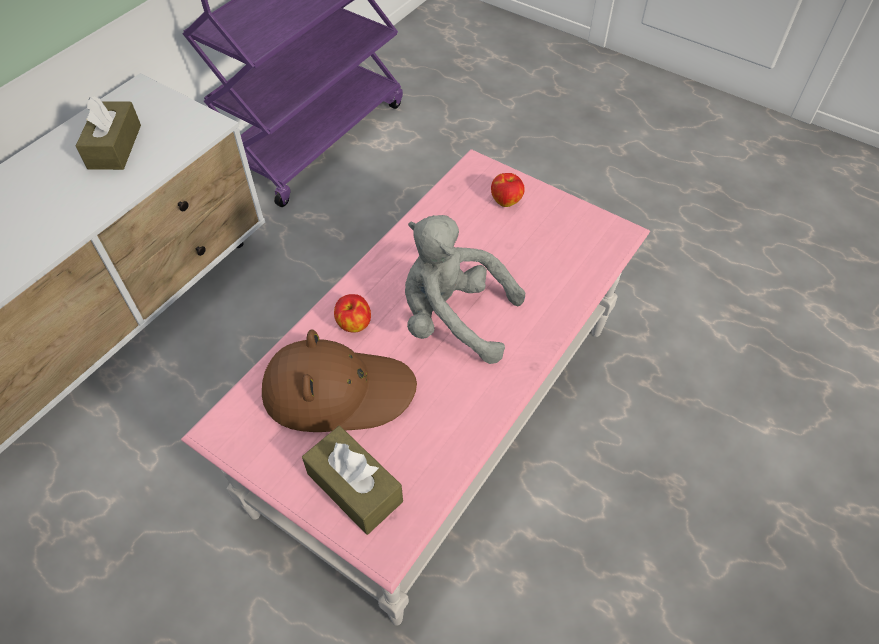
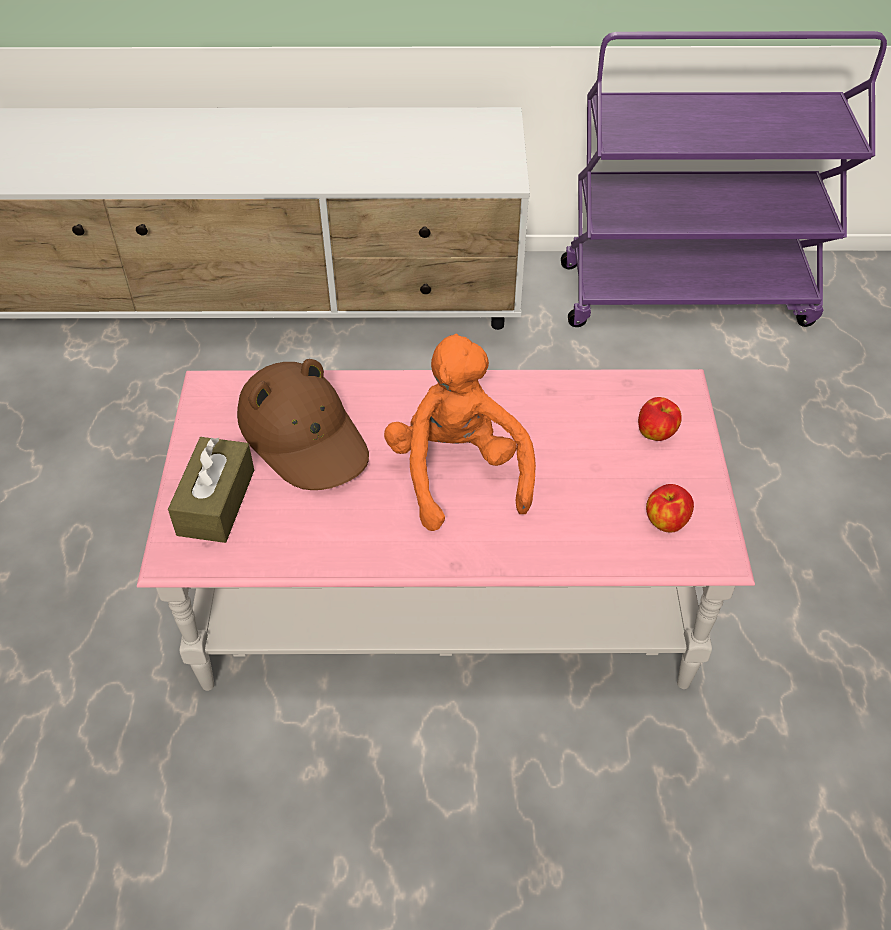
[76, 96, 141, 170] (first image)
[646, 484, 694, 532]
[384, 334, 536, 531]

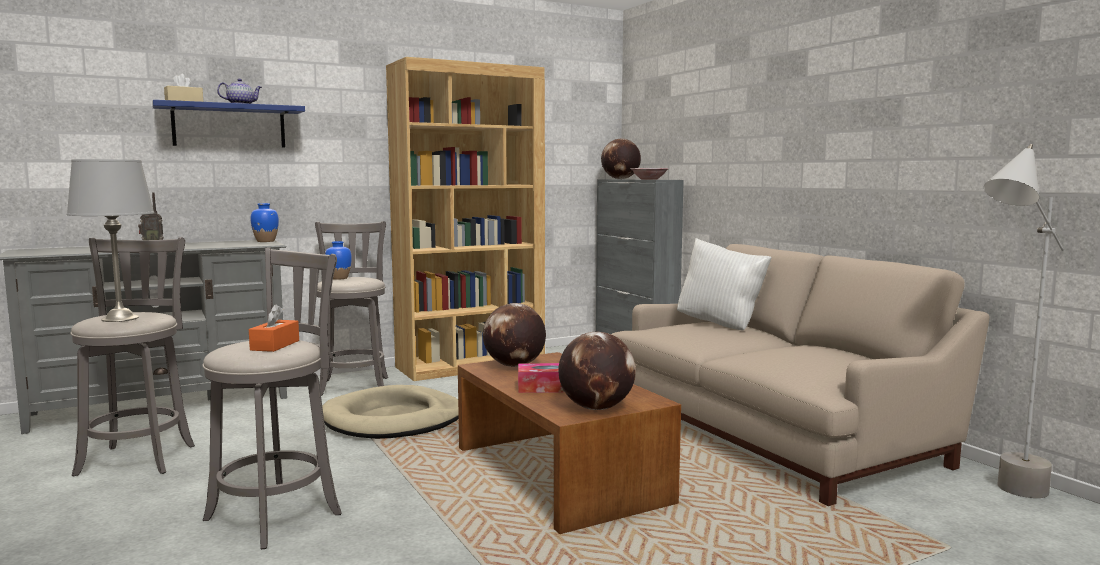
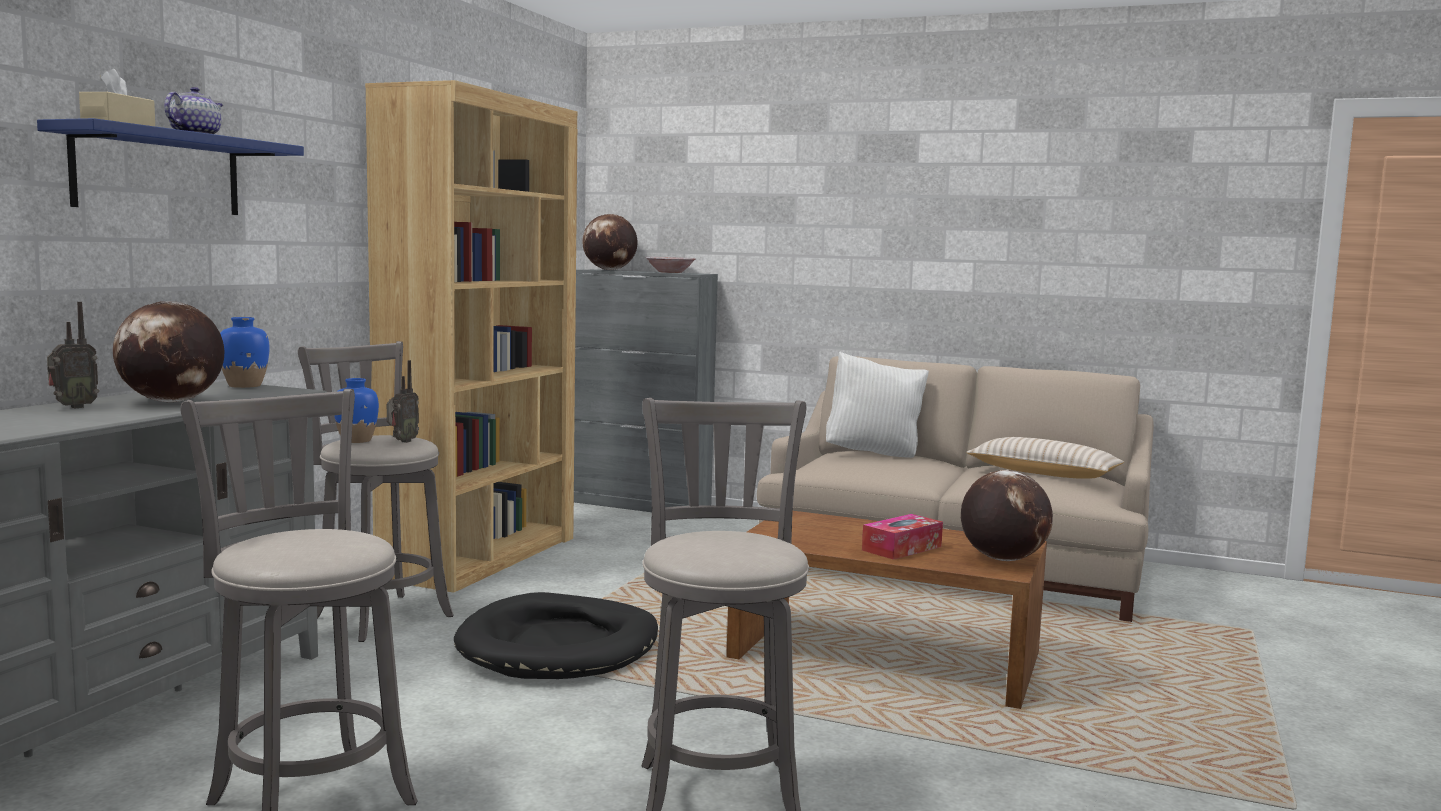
[67, 159, 154, 322] (first image)
[249, 304, 299, 352] (first image)
[454, 592, 658, 679]
[113, 301, 225, 402]
[984, 144, 1064, 498] (first image)
[387, 360, 419, 443]
[966, 437, 1124, 479]

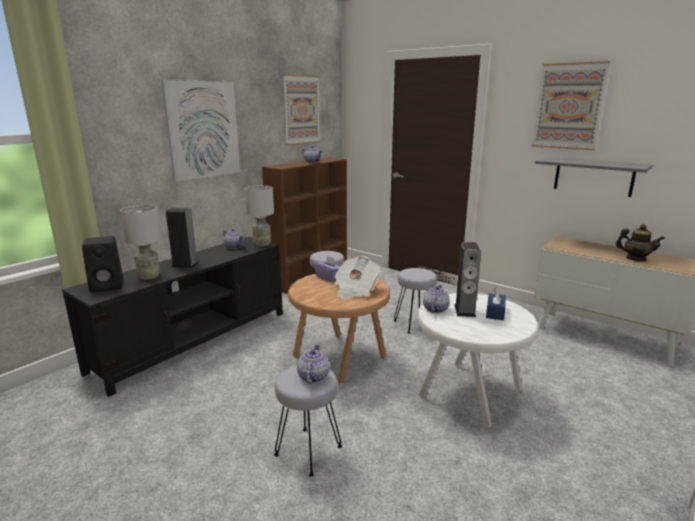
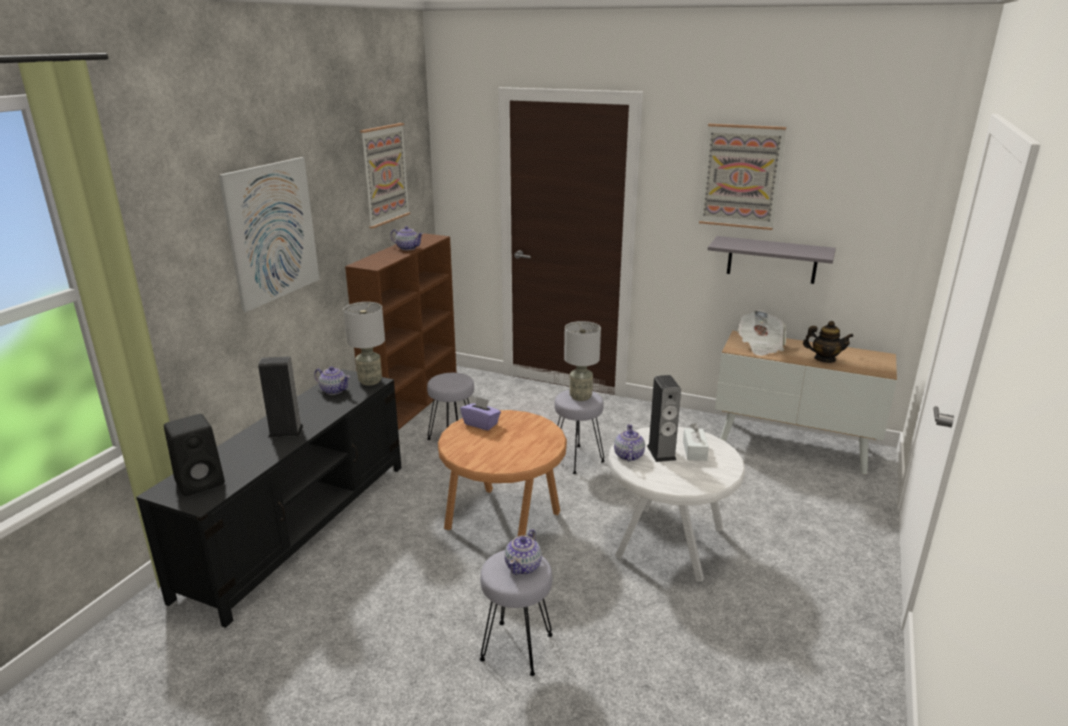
[564, 321, 601, 401]
[505, 529, 542, 575]
[737, 310, 787, 356]
[683, 423, 709, 461]

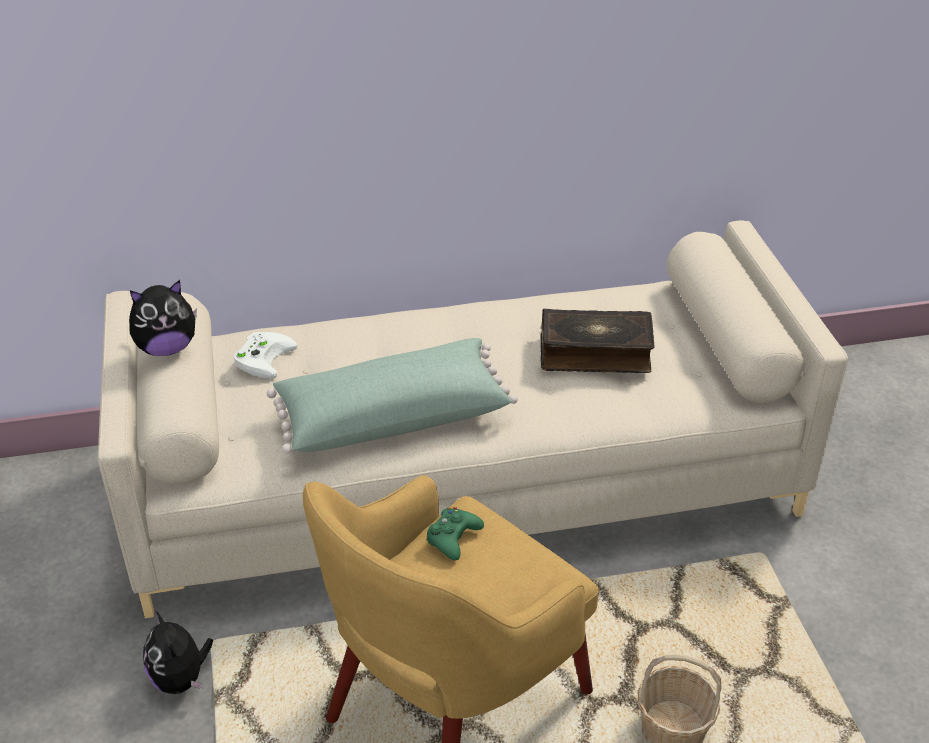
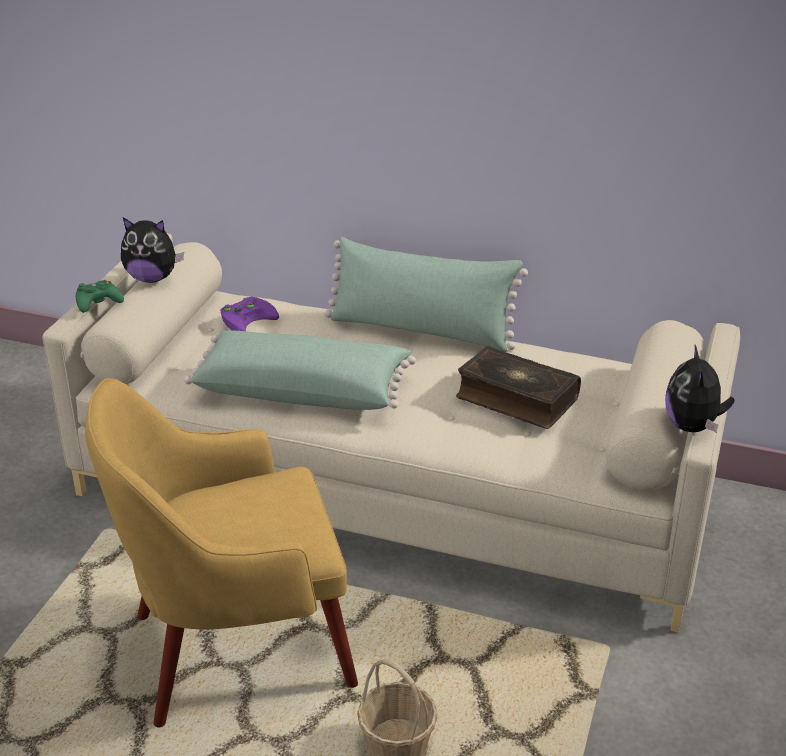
[665, 345, 735, 433]
[220, 296, 279, 331]
[76, 280, 124, 313]
[325, 237, 528, 352]

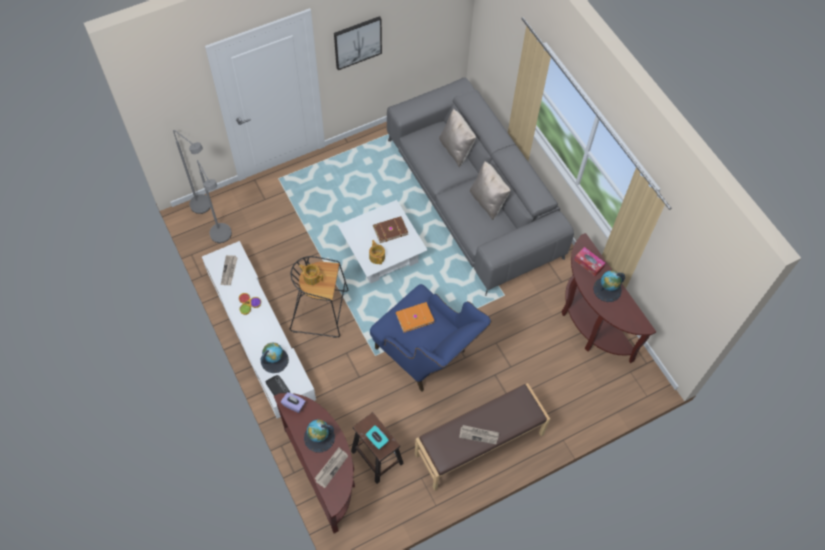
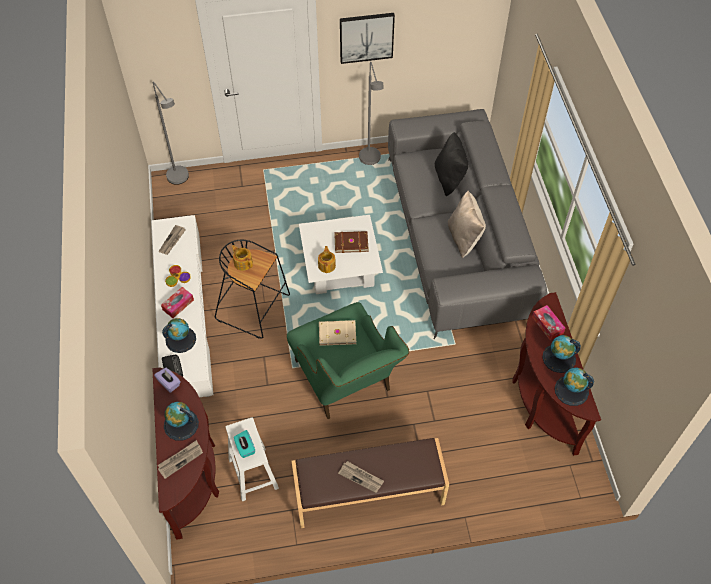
[359, 62, 384, 165]
[225, 417, 279, 501]
[287, 302, 409, 419]
[319, 320, 356, 346]
[435, 132, 469, 197]
[161, 287, 194, 318]
[555, 367, 594, 406]

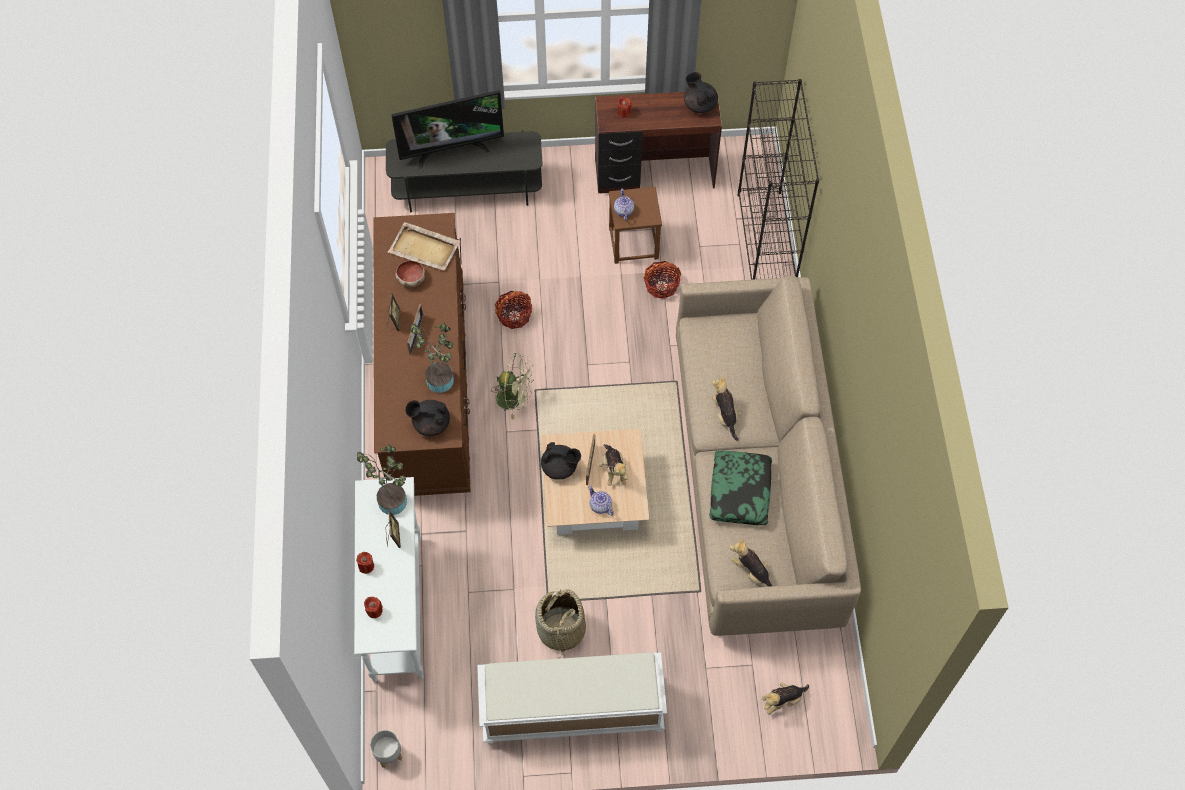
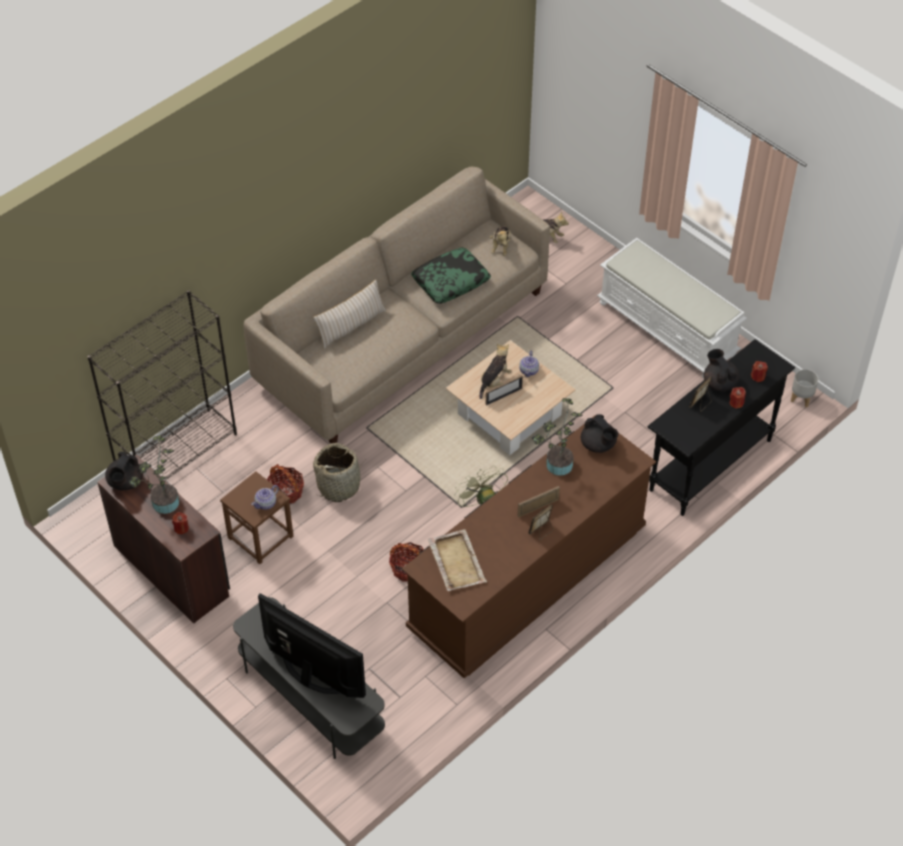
[647, 339, 795, 516]
[129, 436, 179, 514]
[395, 261, 425, 287] (first image)
[313, 443, 365, 502]
[704, 349, 739, 391]
[712, 375, 741, 441] (first image)
[313, 280, 386, 349]

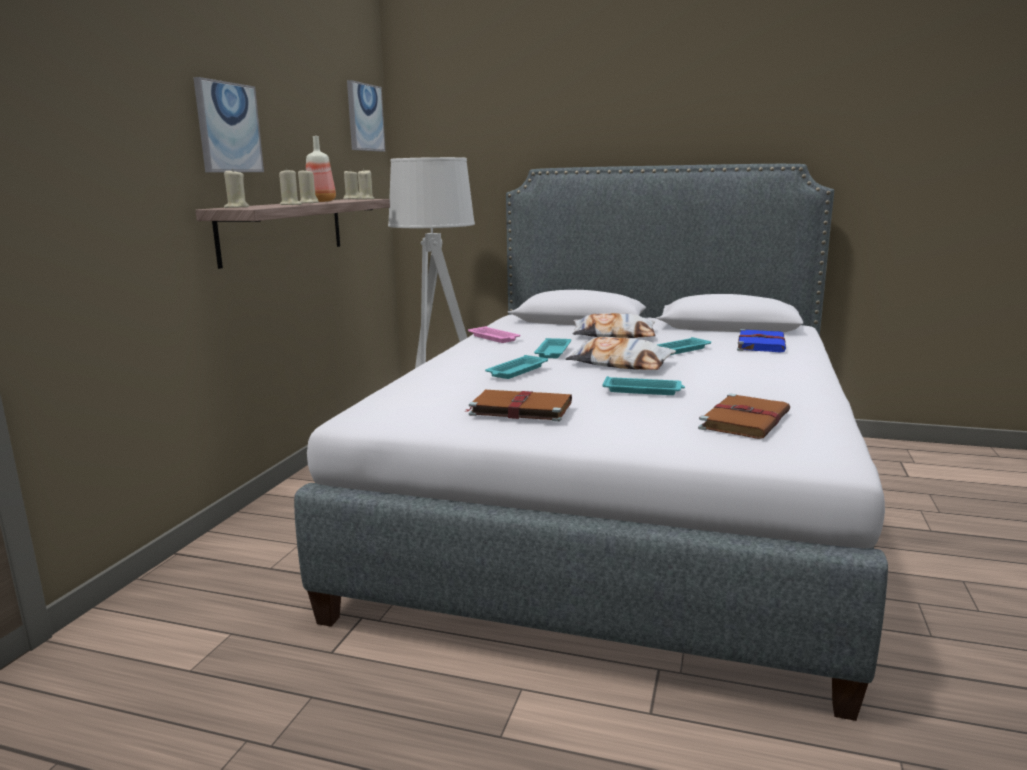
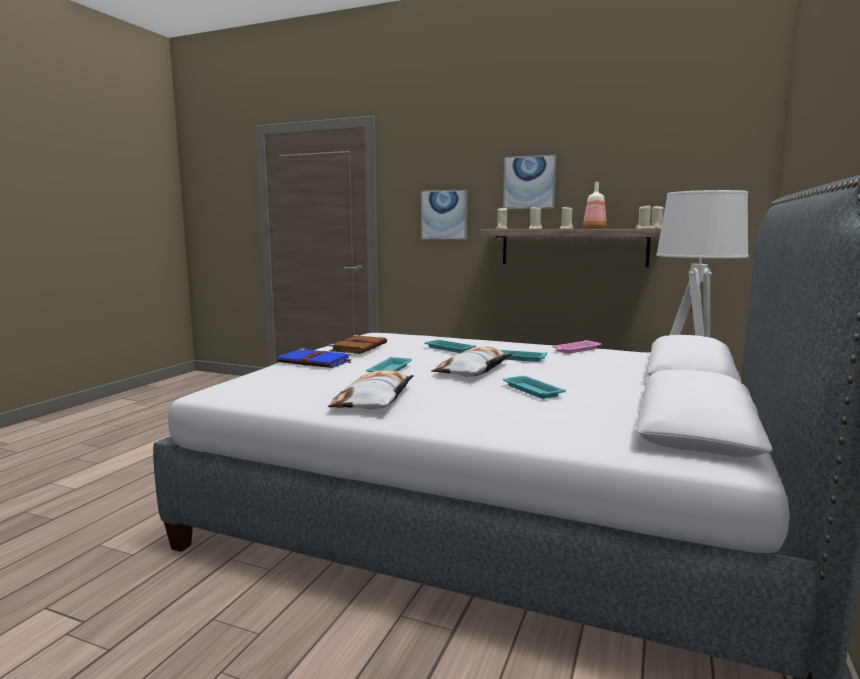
[421, 190, 467, 240]
[328, 370, 414, 409]
[698, 393, 790, 439] (first image)
[278, 348, 353, 368]

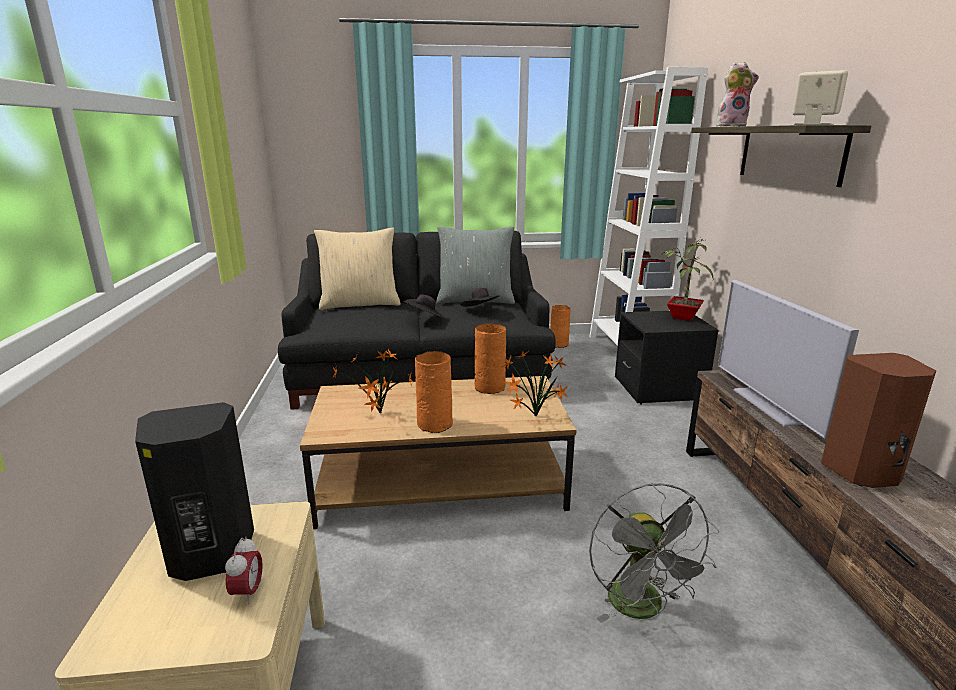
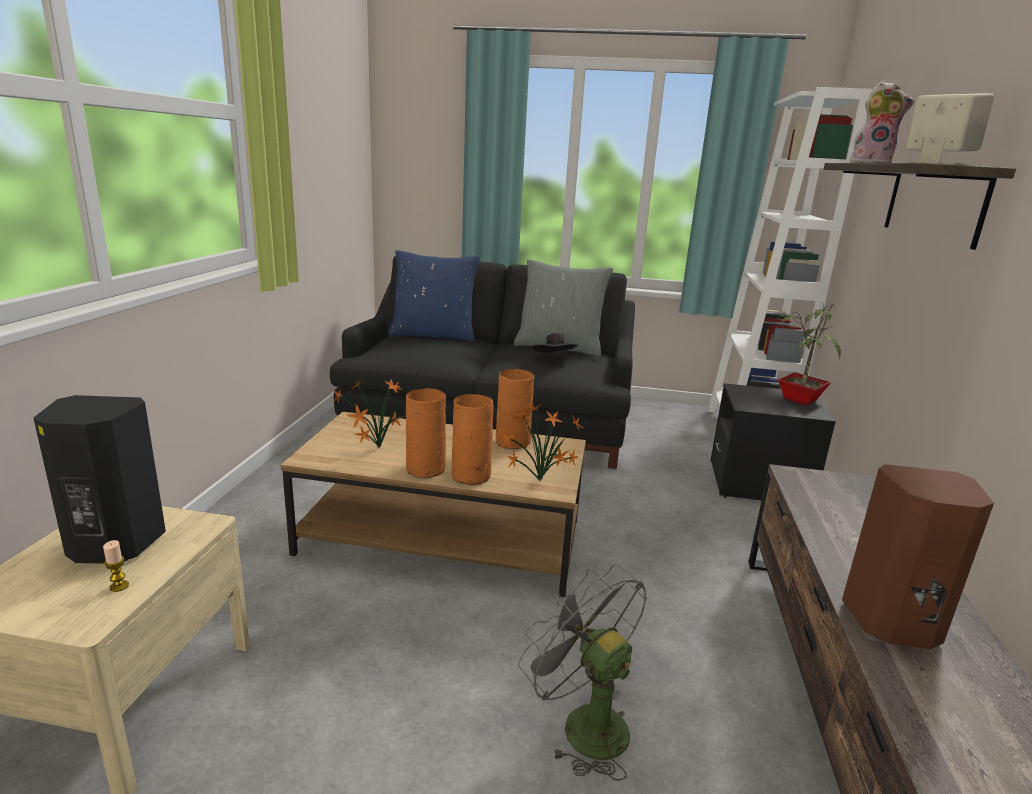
[103, 540, 129, 592]
[388, 250, 480, 342]
[404, 294, 445, 318] (first image)
[451, 394, 494, 485]
[518, 564, 647, 781]
[718, 280, 859, 440] (first image)

